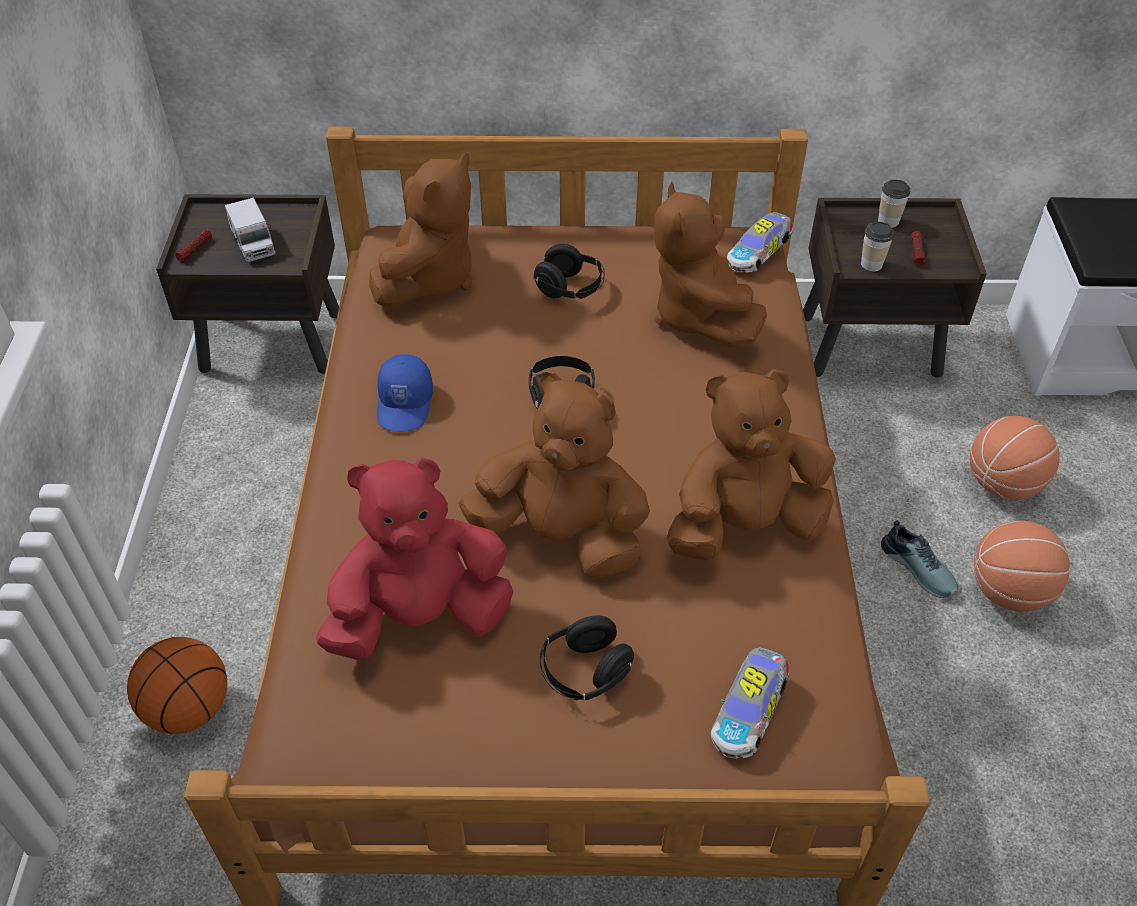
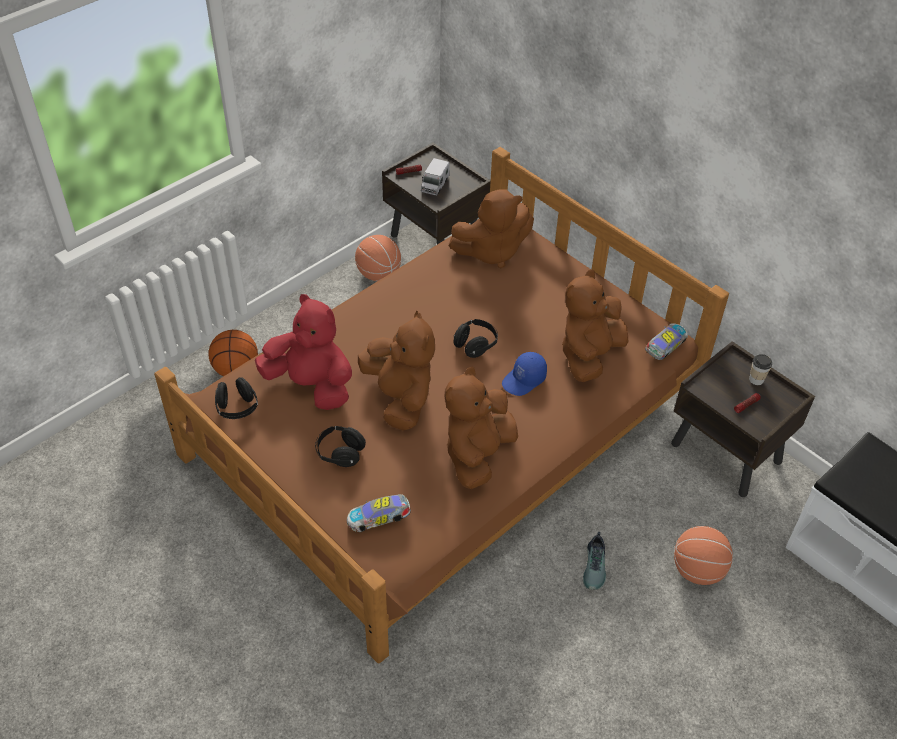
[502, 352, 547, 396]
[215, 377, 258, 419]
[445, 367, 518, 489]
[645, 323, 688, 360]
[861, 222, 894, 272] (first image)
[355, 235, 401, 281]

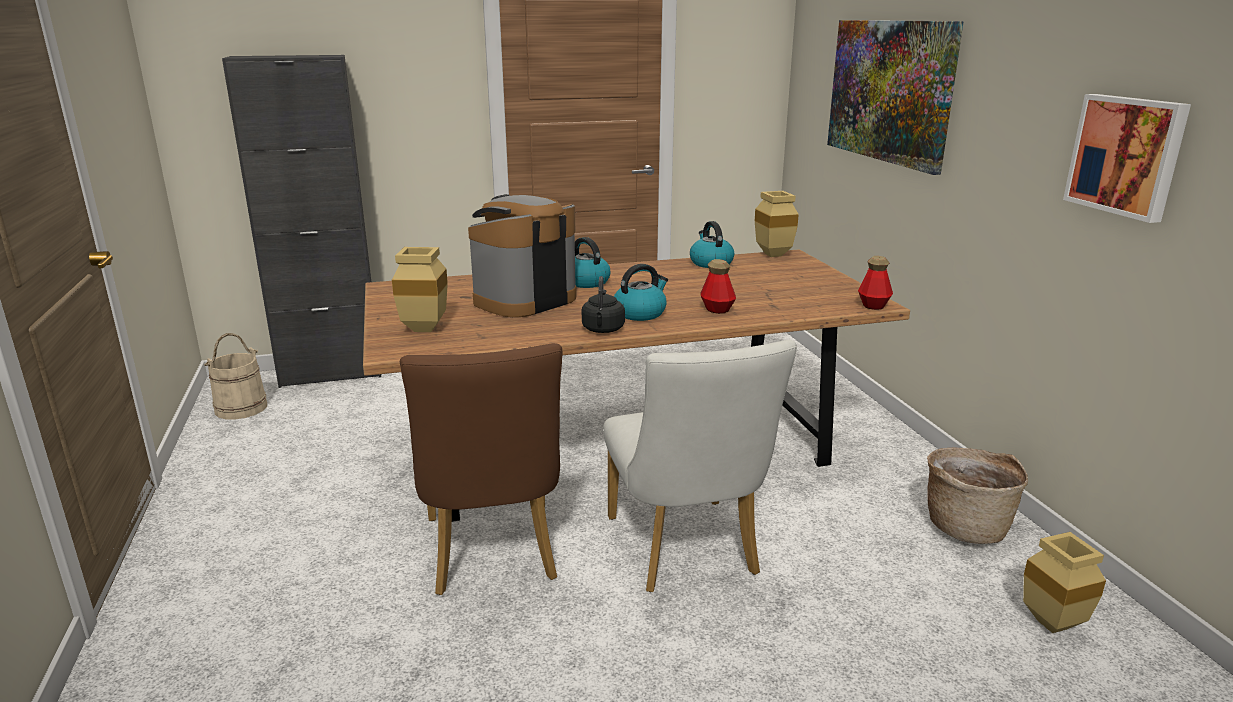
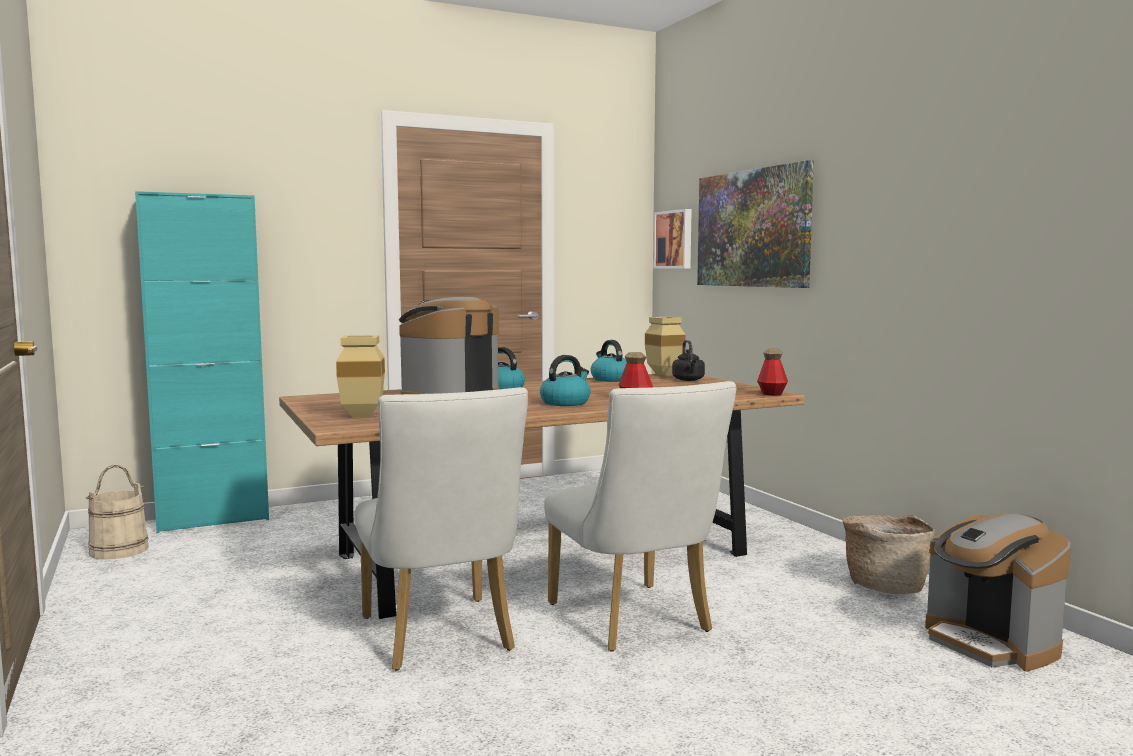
[135, 191, 269, 533]
[355, 387, 528, 671]
[672, 340, 705, 381]
[925, 513, 1071, 672]
[654, 209, 692, 268]

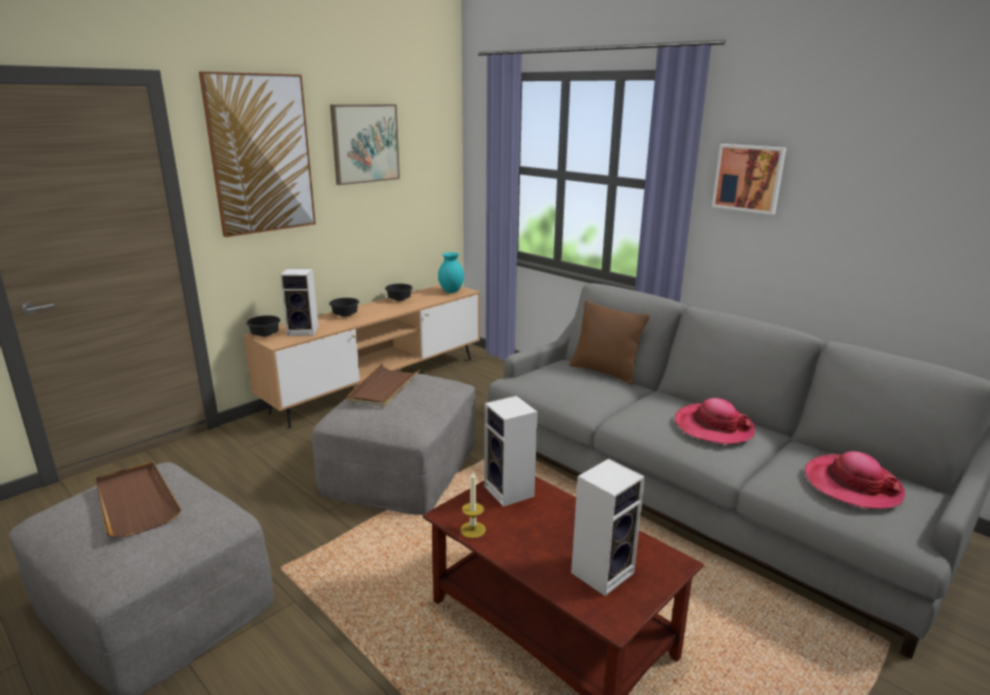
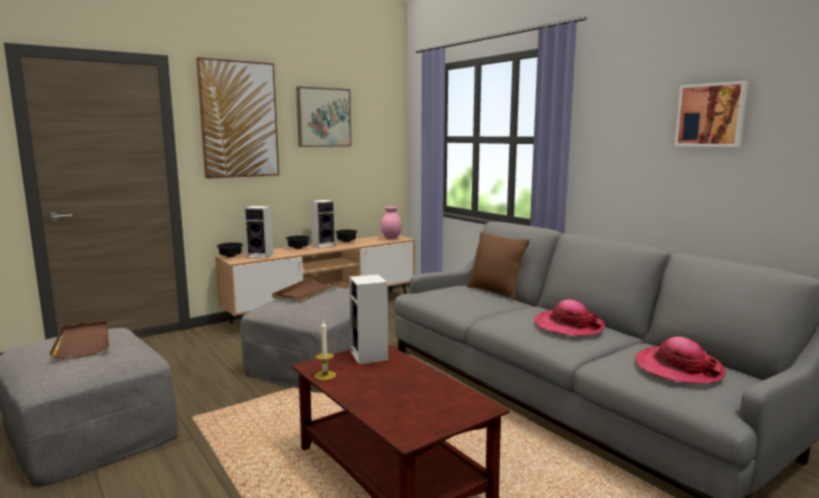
[381, 207, 402, 239]
[310, 200, 336, 248]
[674, 81, 748, 147]

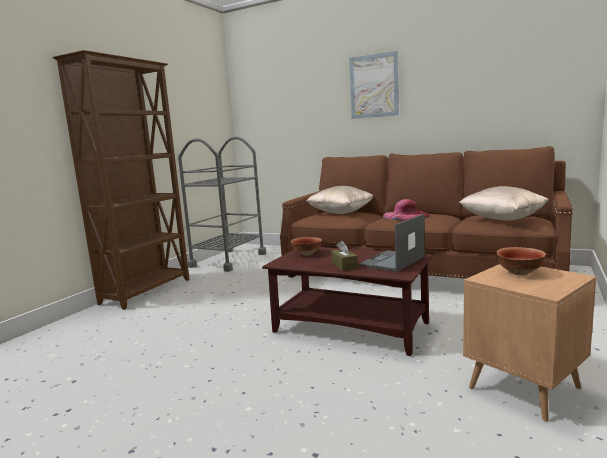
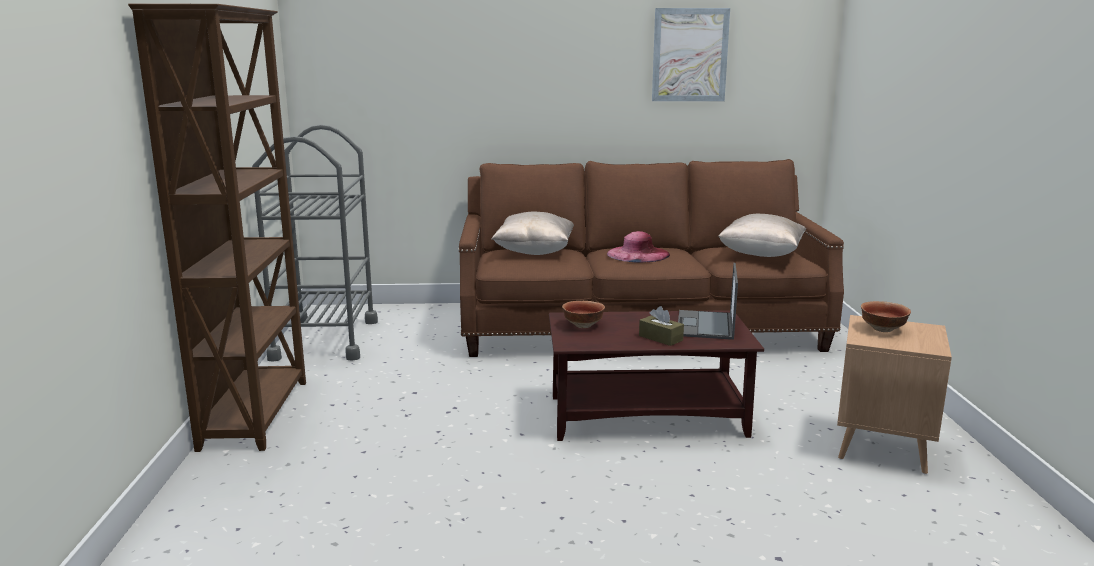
[652, 8, 730, 101]

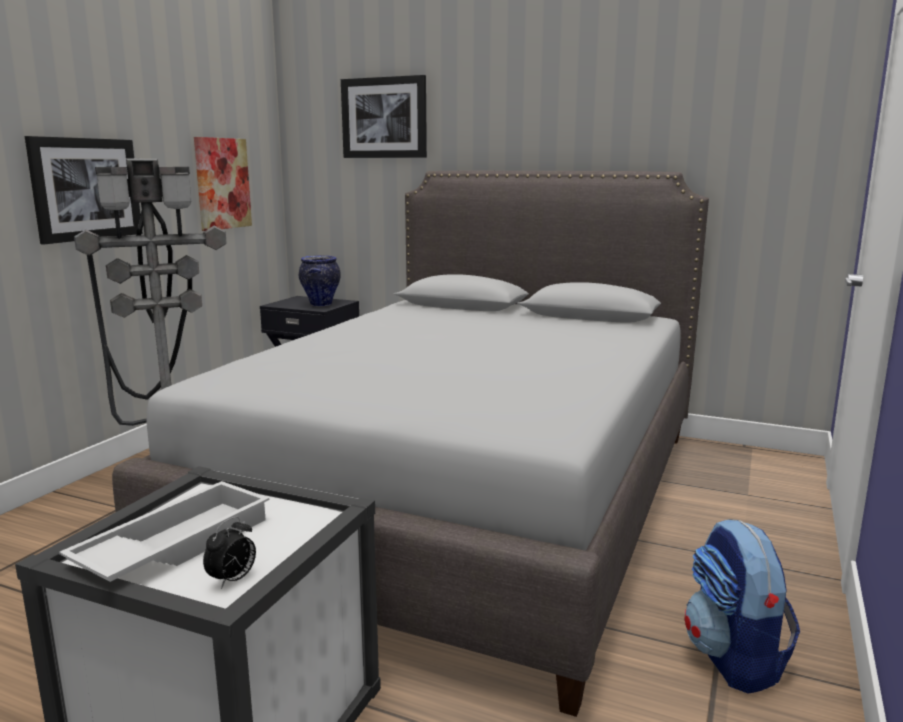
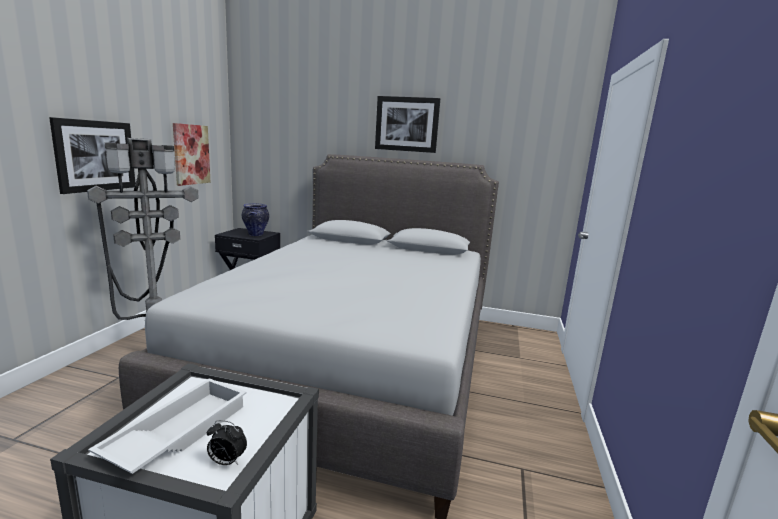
[207, 420, 247, 465]
[375, 96, 440, 153]
[684, 519, 800, 694] (first image)

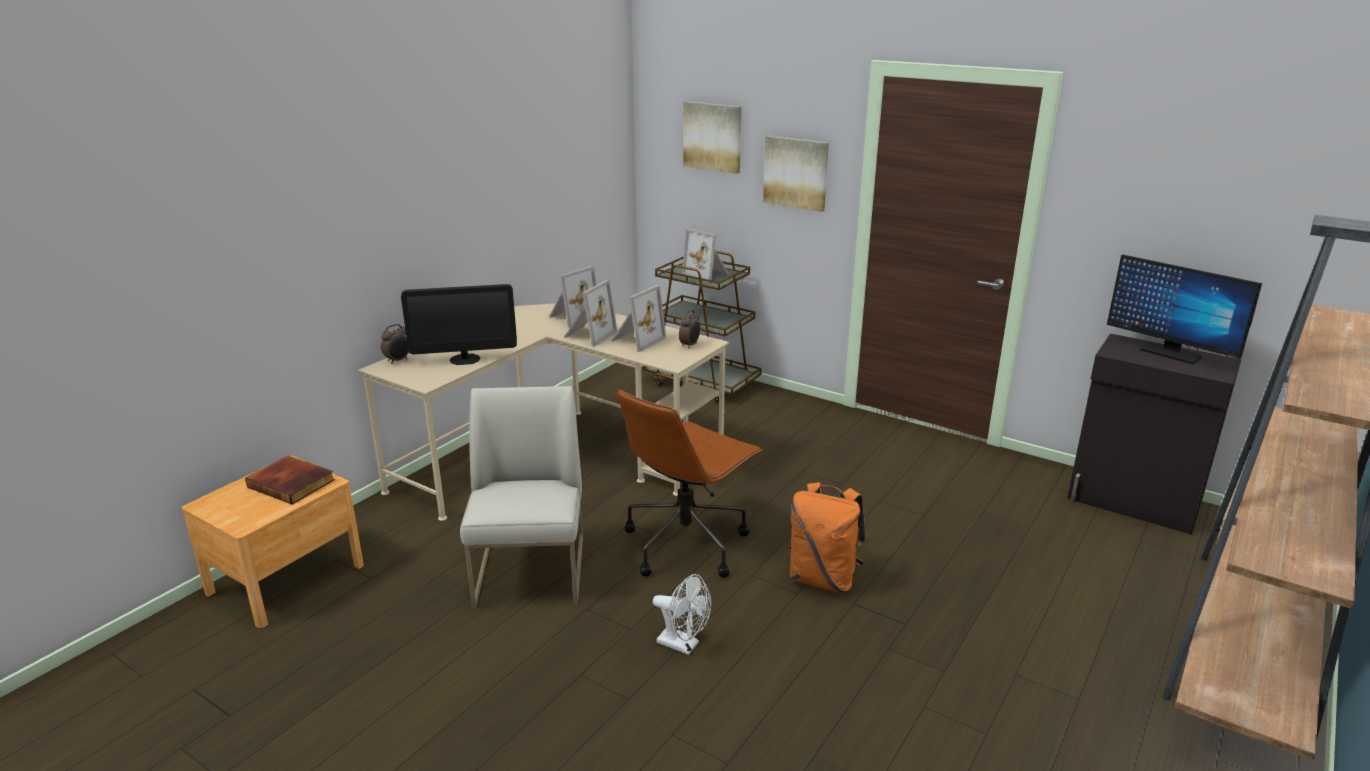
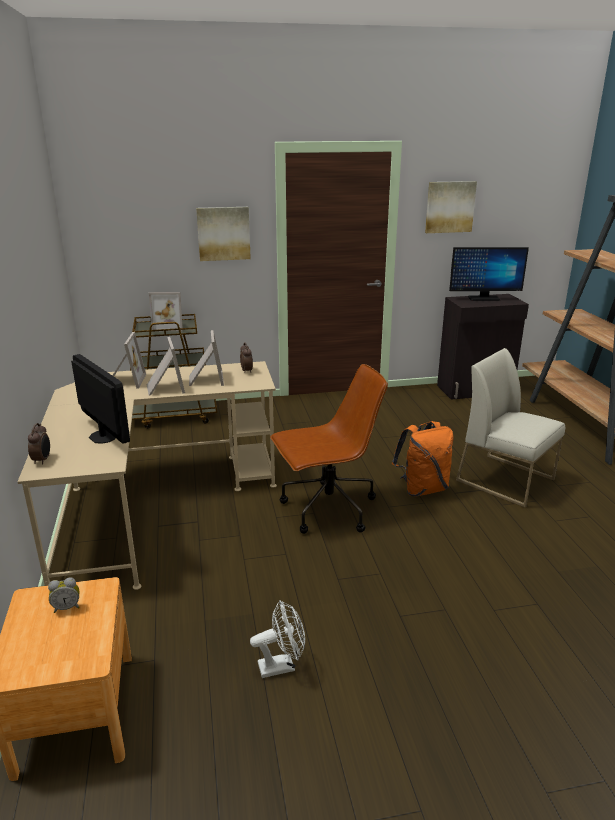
[48, 577, 80, 613]
[71, 354, 130, 444]
[456, 348, 565, 508]
[270, 364, 388, 534]
[250, 600, 305, 678]
[425, 181, 477, 233]

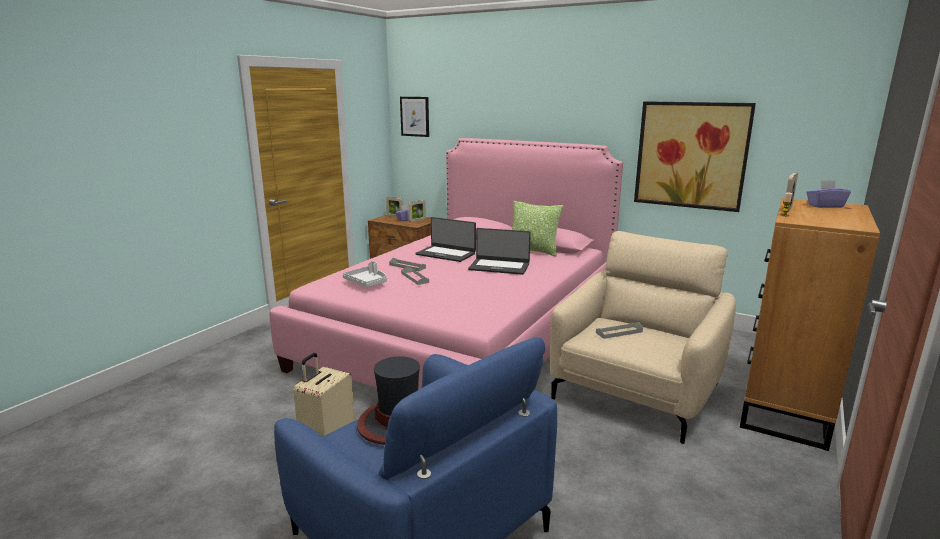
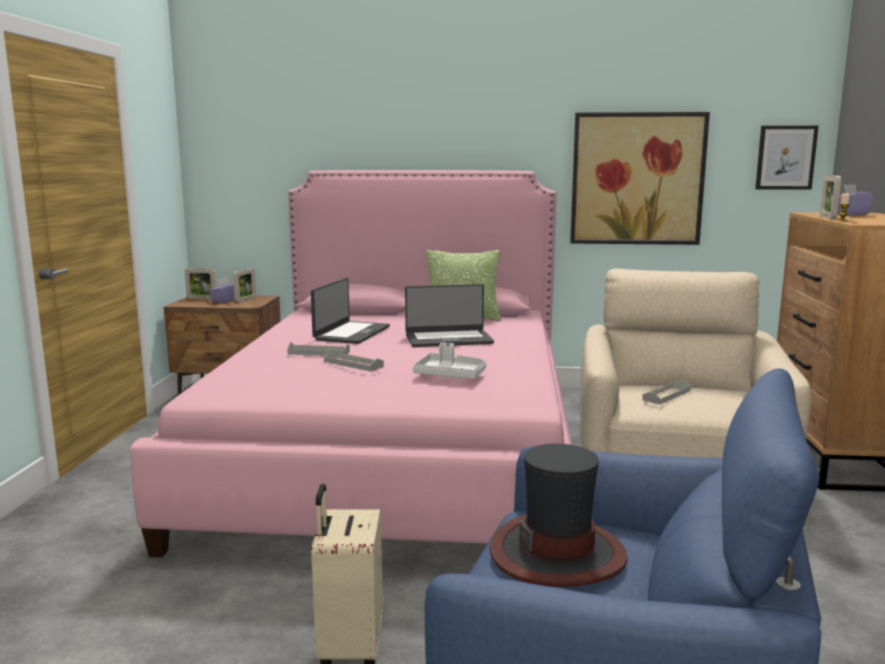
[413, 343, 486, 379]
[755, 126, 818, 190]
[311, 278, 390, 344]

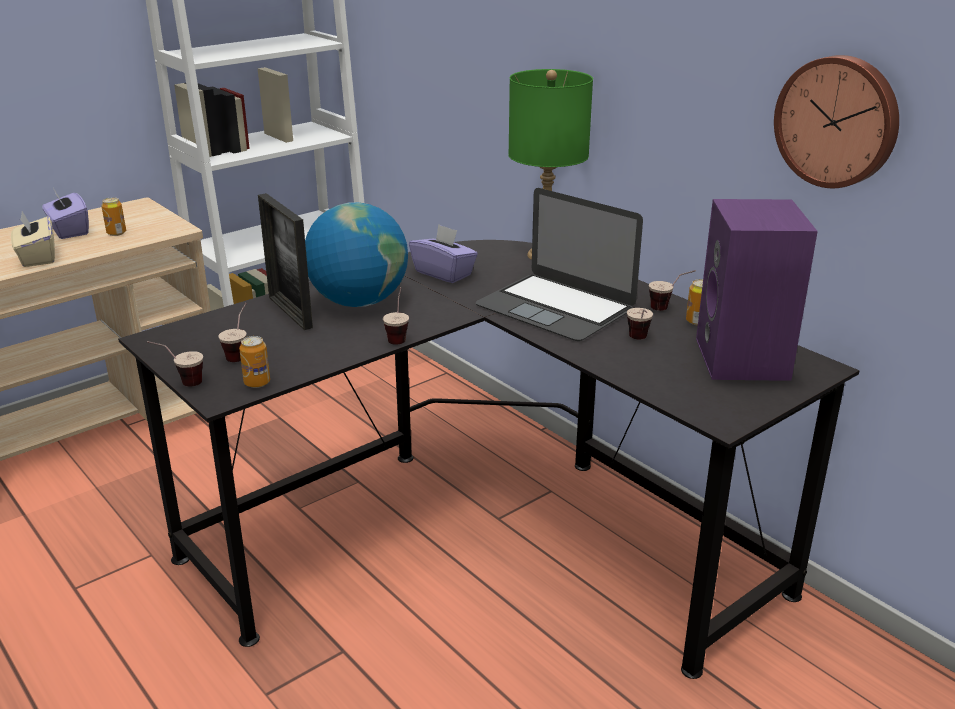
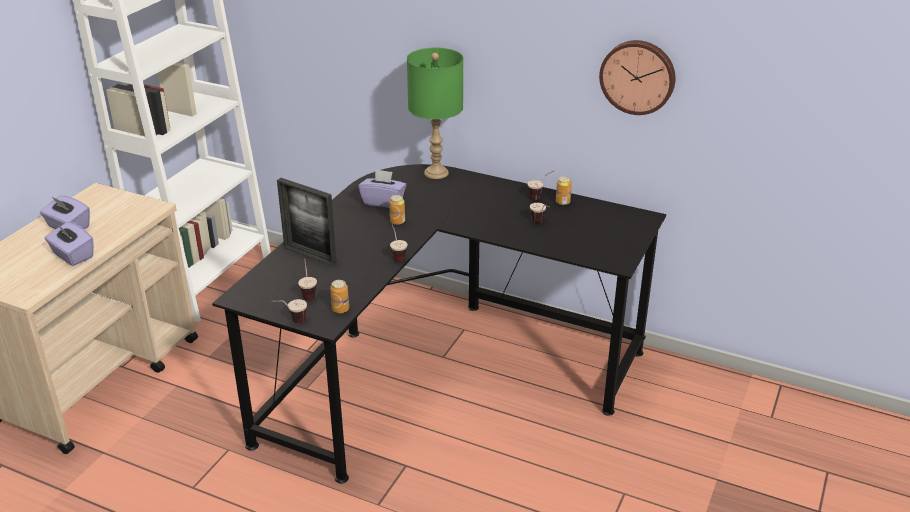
[45, 222, 94, 266]
[389, 195, 405, 225]
[305, 202, 408, 307] (first image)
[476, 188, 643, 341] (first image)
[696, 199, 818, 381] (first image)

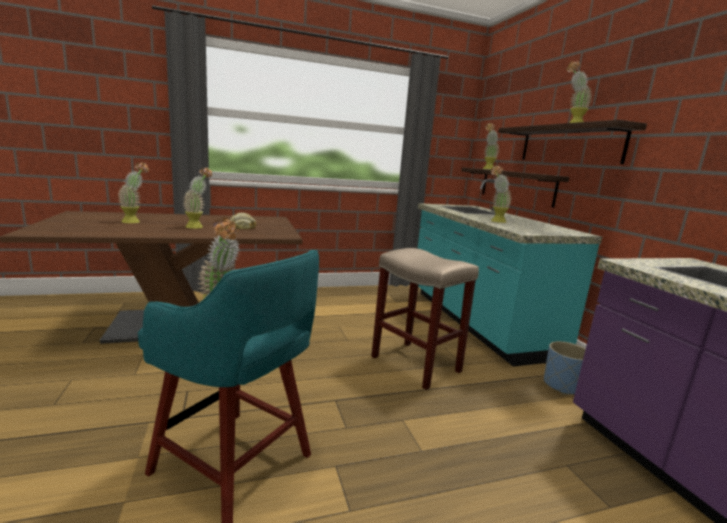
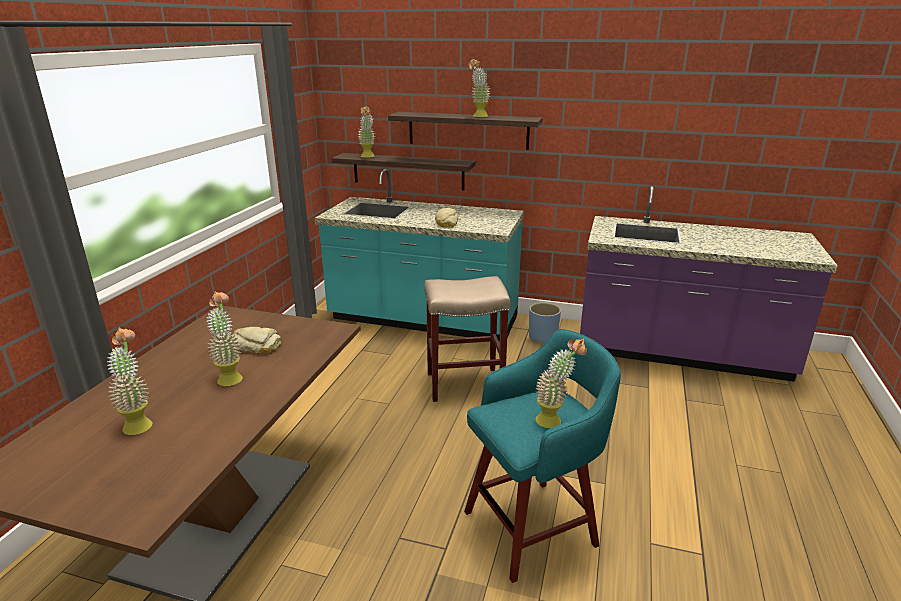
[435, 208, 458, 227]

